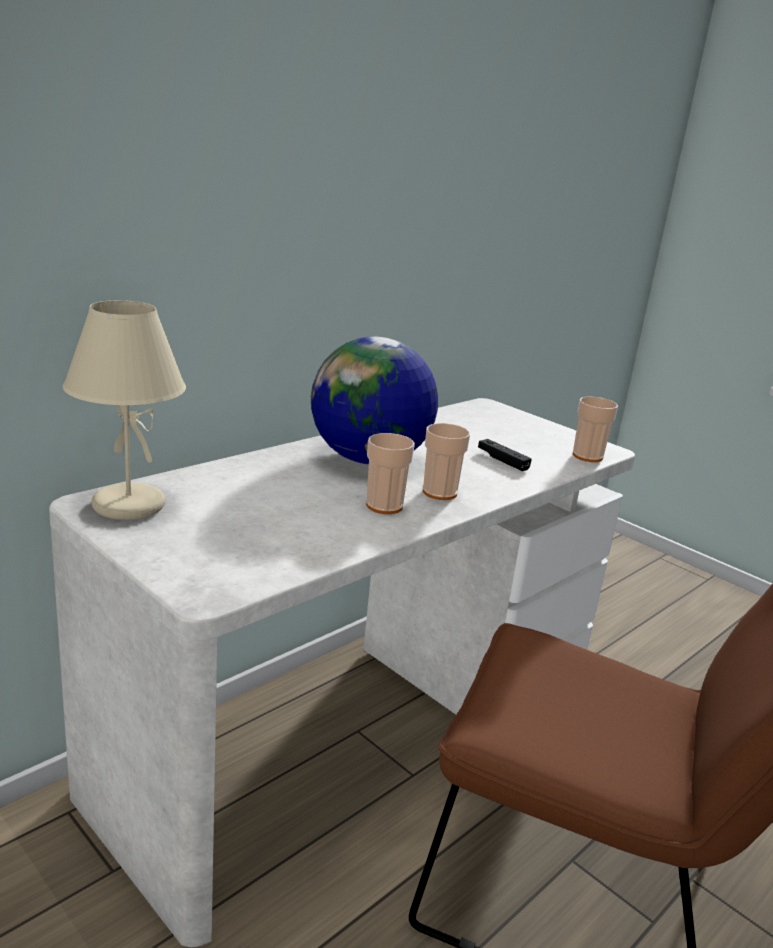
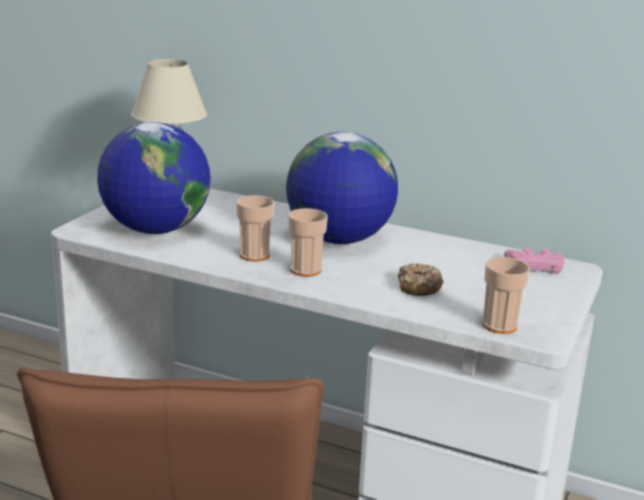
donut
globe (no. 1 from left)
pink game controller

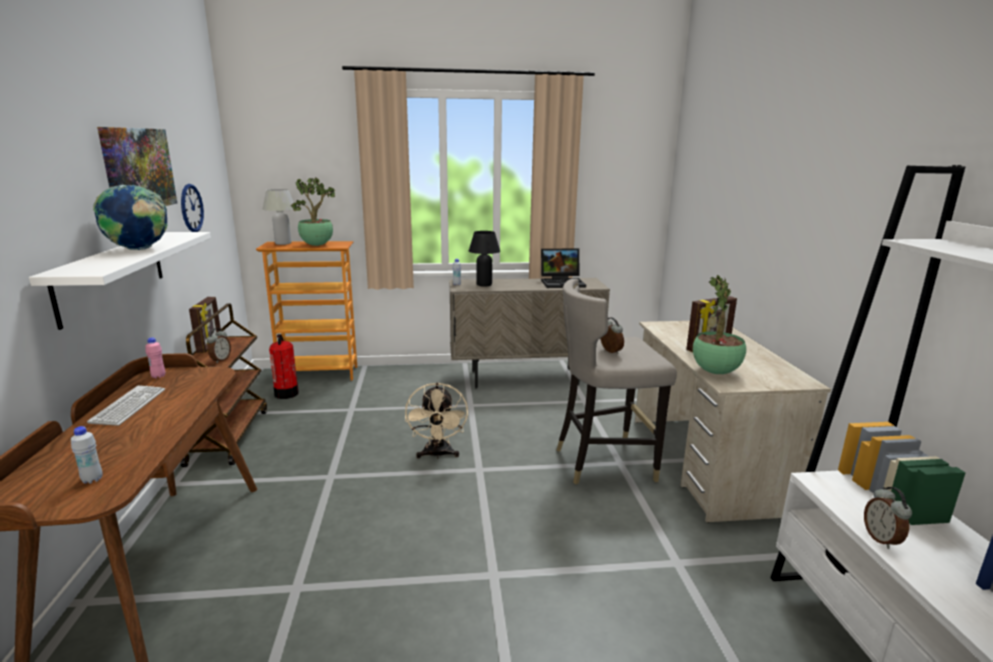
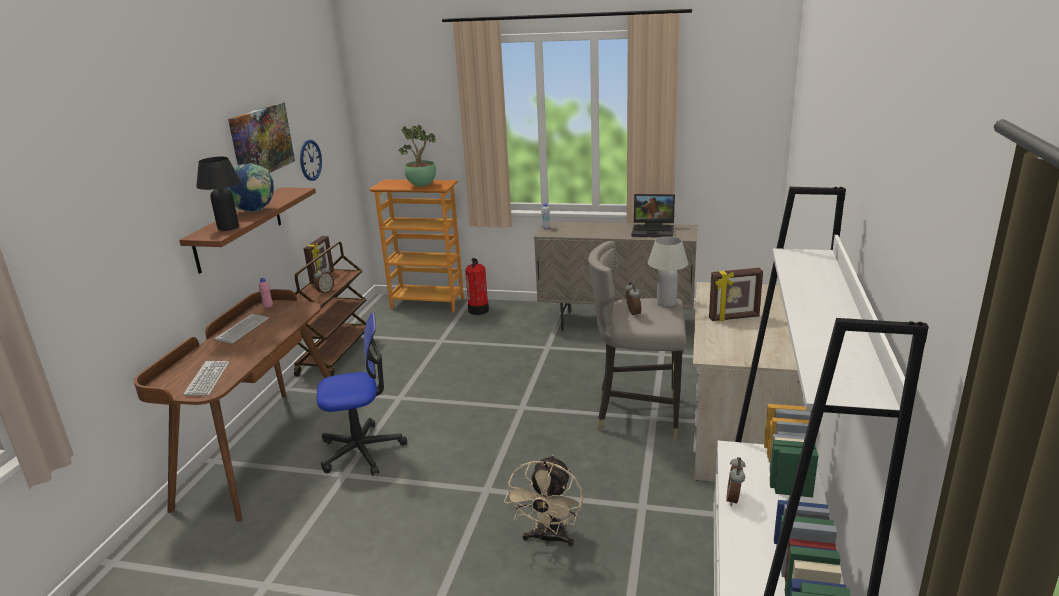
brown shelf
keyboard (no. 1 from left)
white table lamp
fire extinguisher
beige fan
black table lamp
potted plant (no. 2 from left in the first image)
office chair

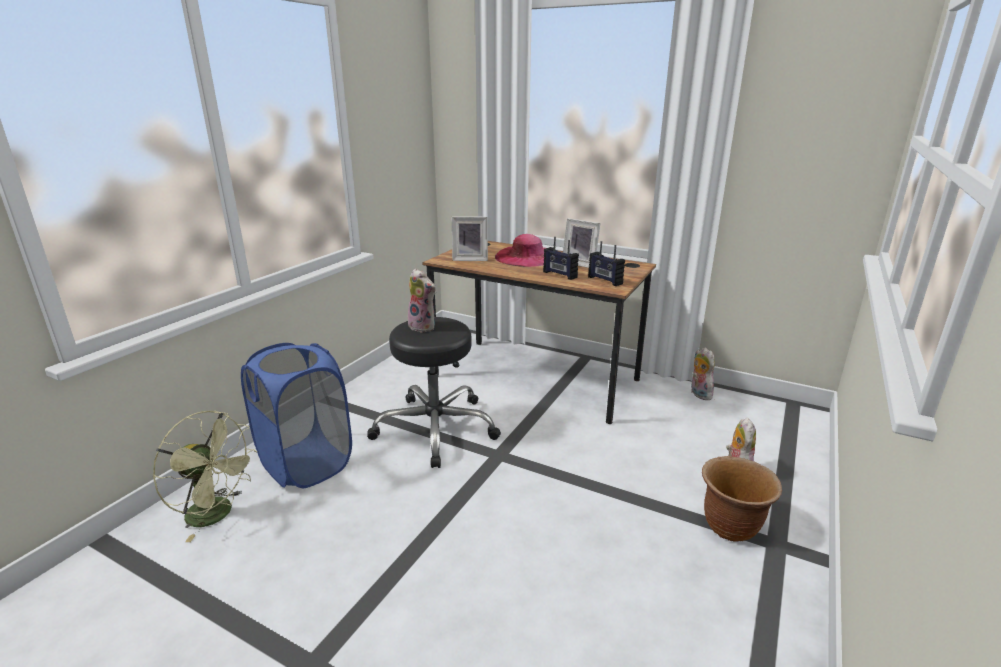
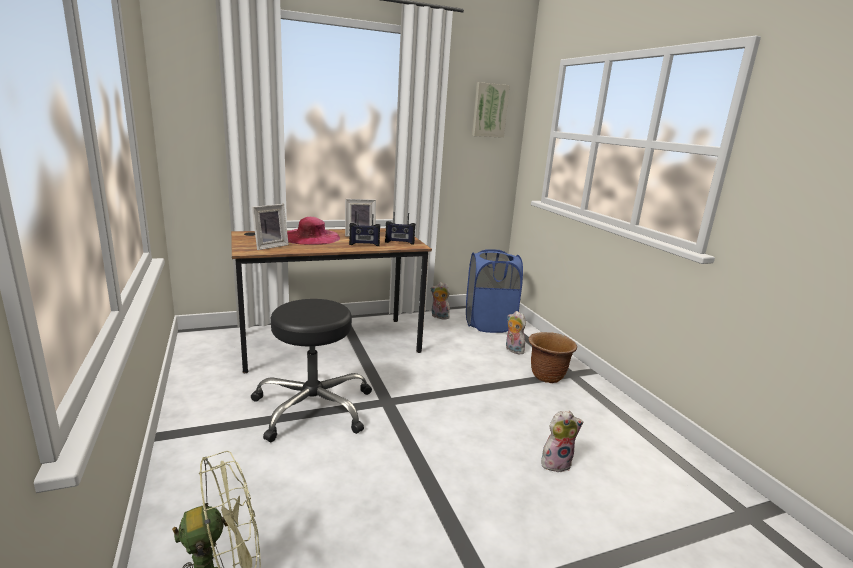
blue laundry basket
plush toy (no. 3 from left)
picture

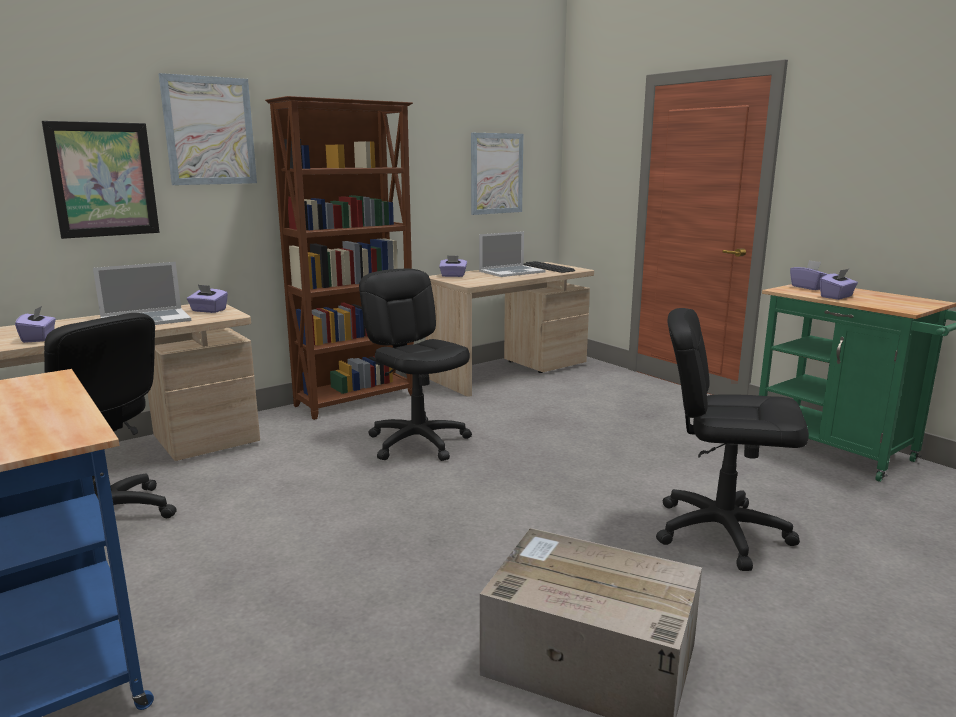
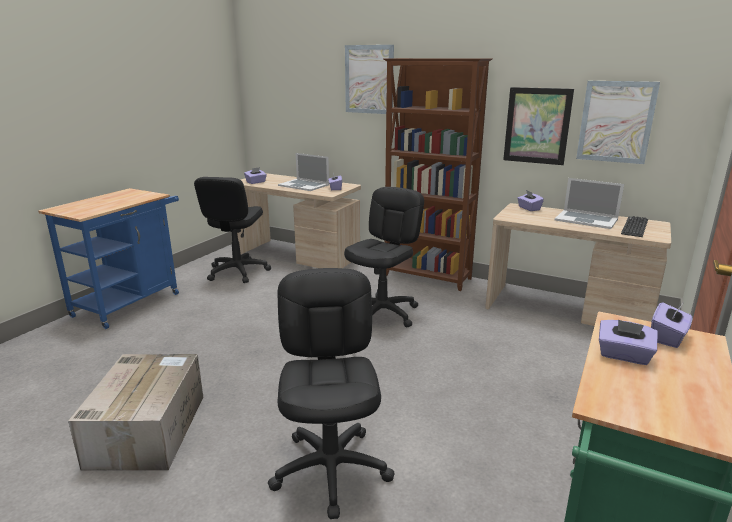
picture (no. 2 from left)

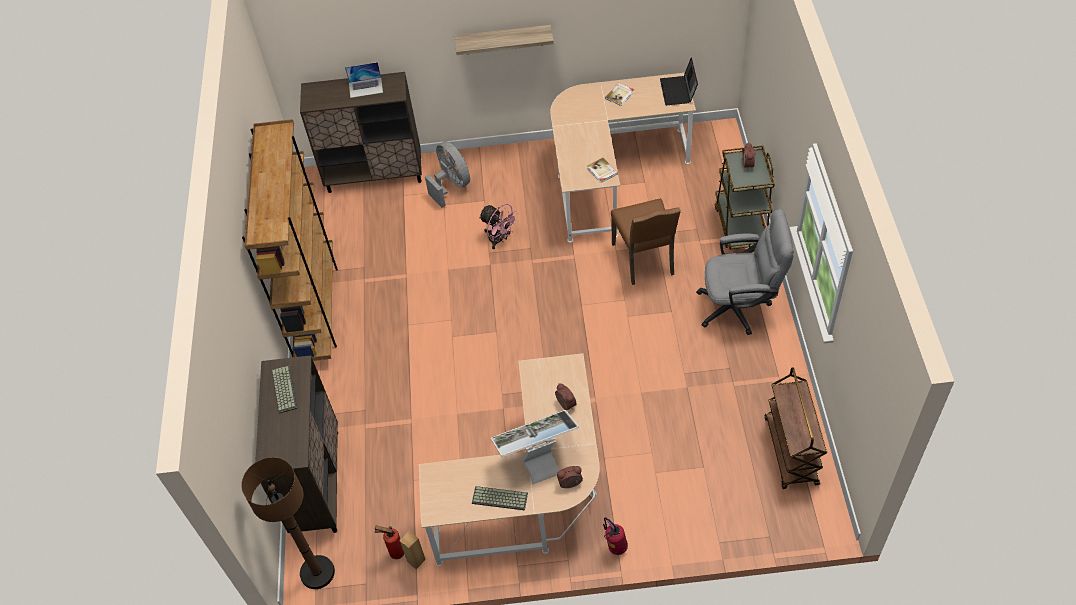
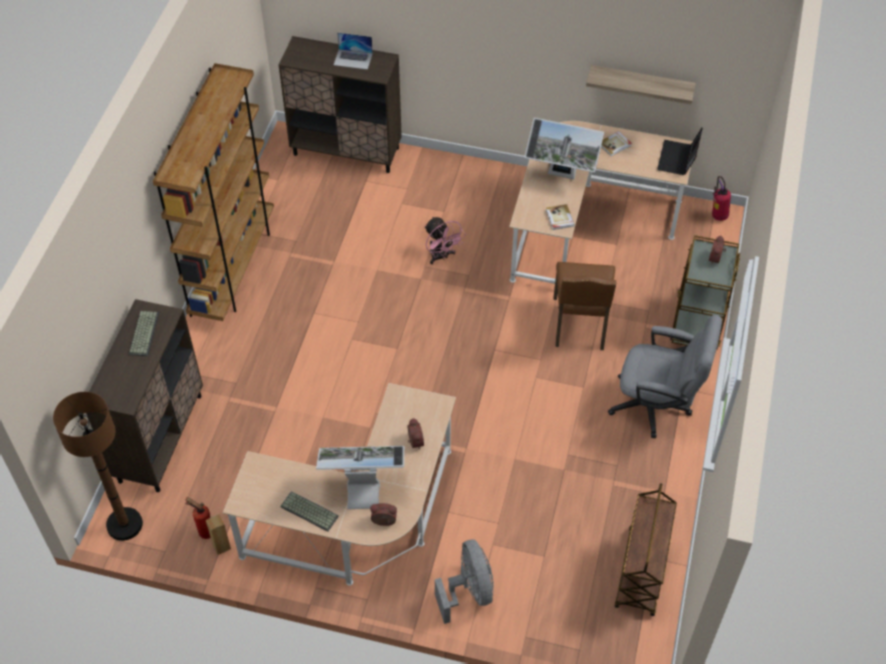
grey fan
shelf
fire extinguisher (no. 2 from left)
monitor (no. 2 from left)

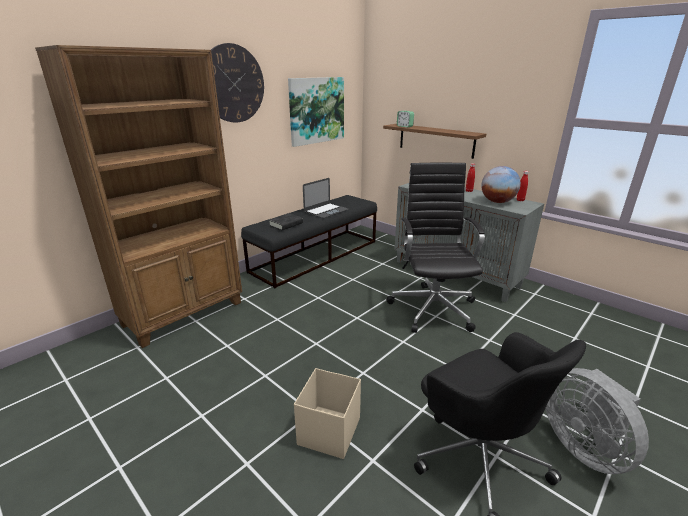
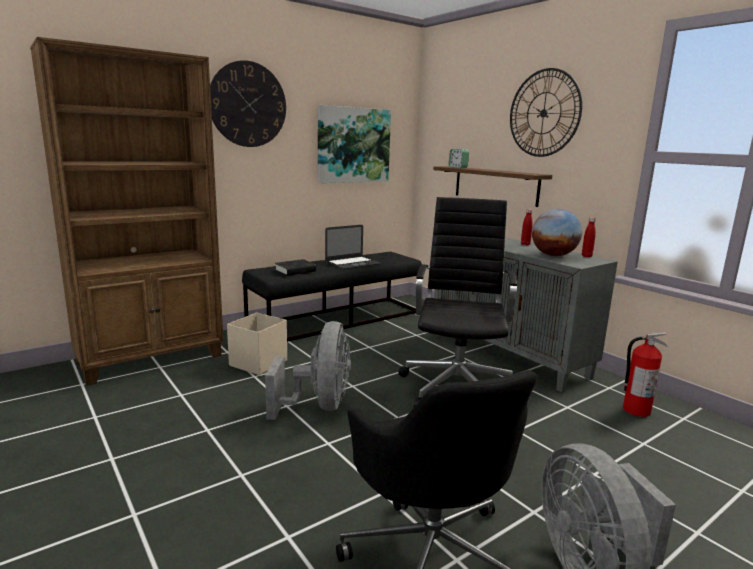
beige storage box
grey fan (no. 1 from left)
wall clock (no. 2 from left)
fire extinguisher

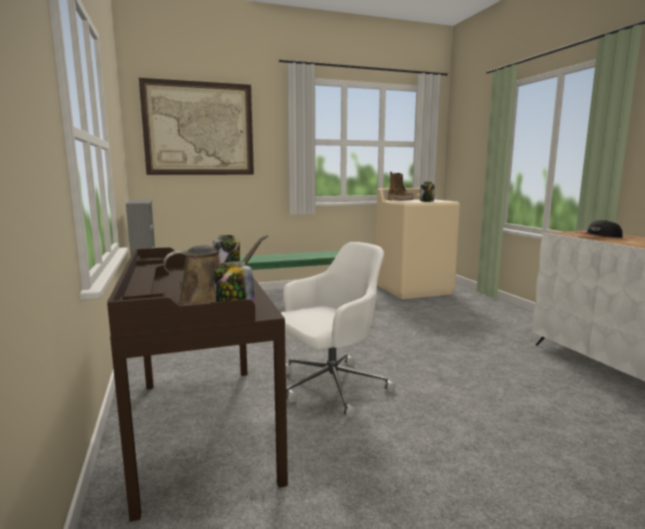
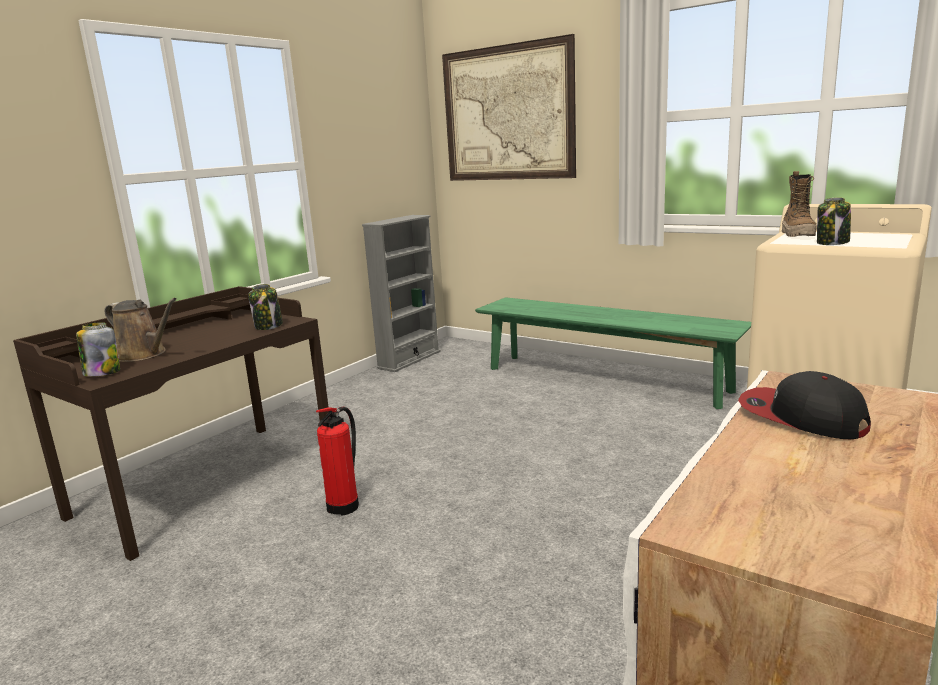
fire extinguisher

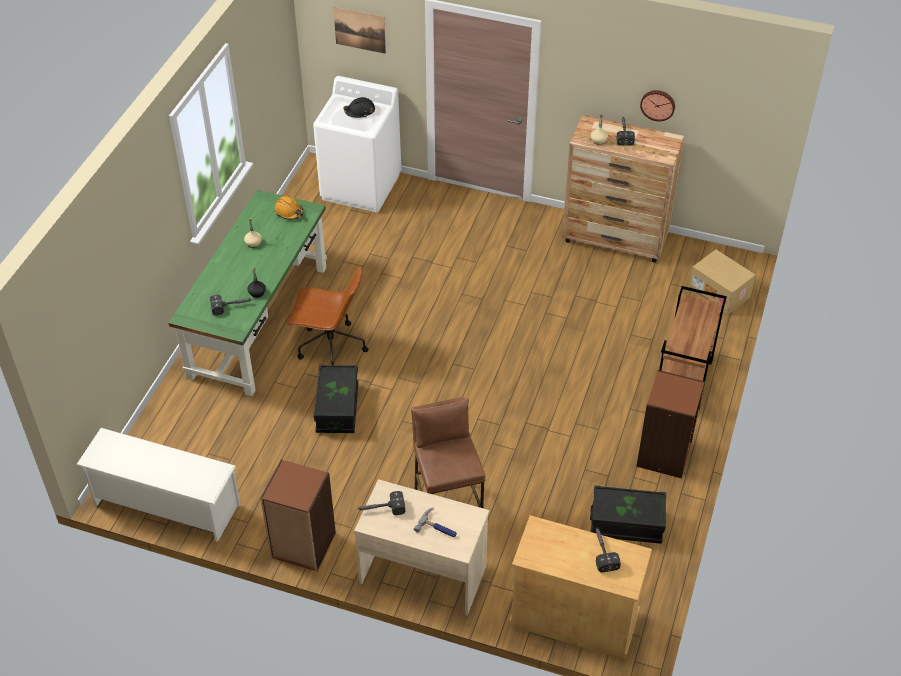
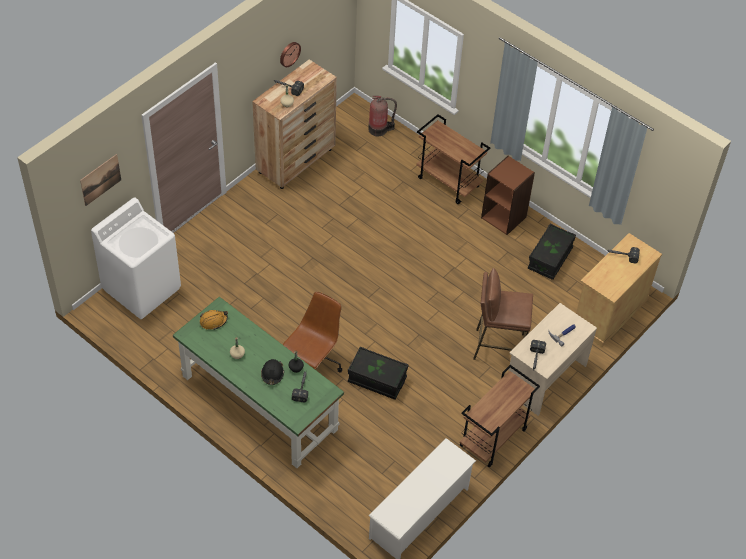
brown cart (no. 2 from left)
black hard hat
fire extinguisher

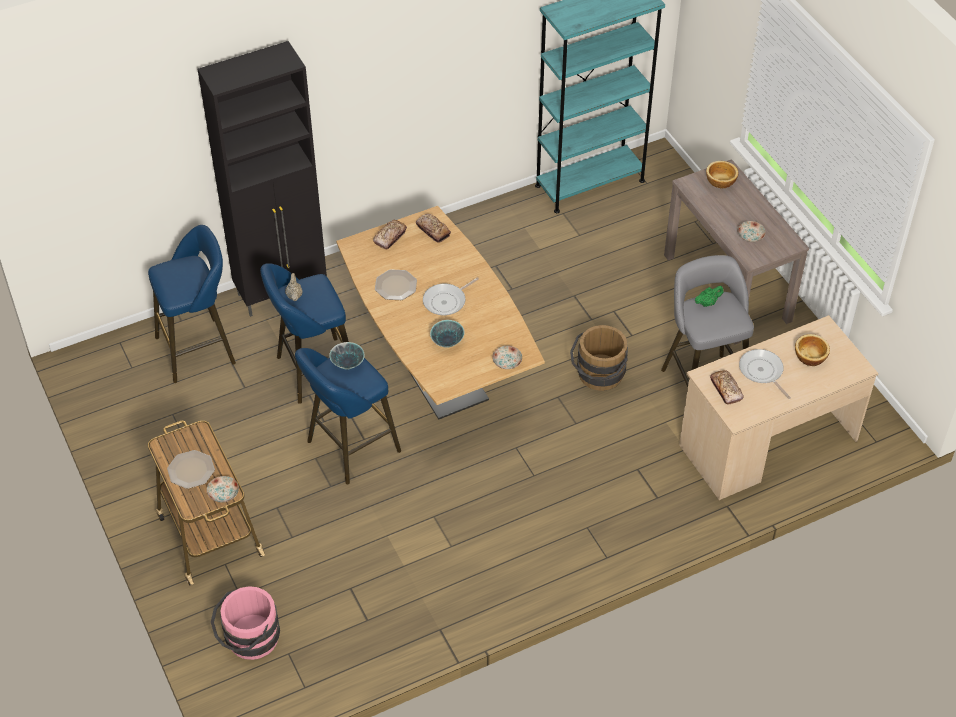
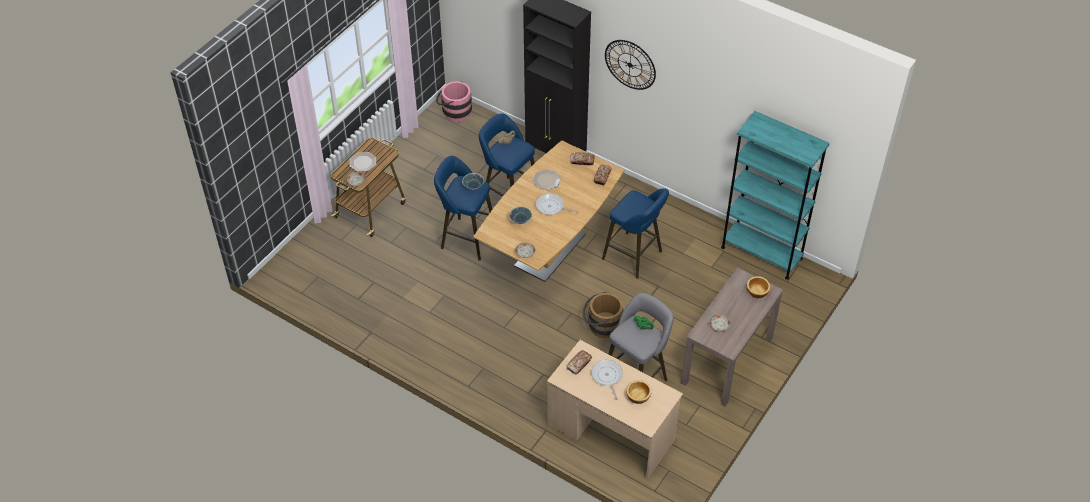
blue stool (no. 3 from left)
pink bucket
frying pan (no. 2 from left)
wall clock

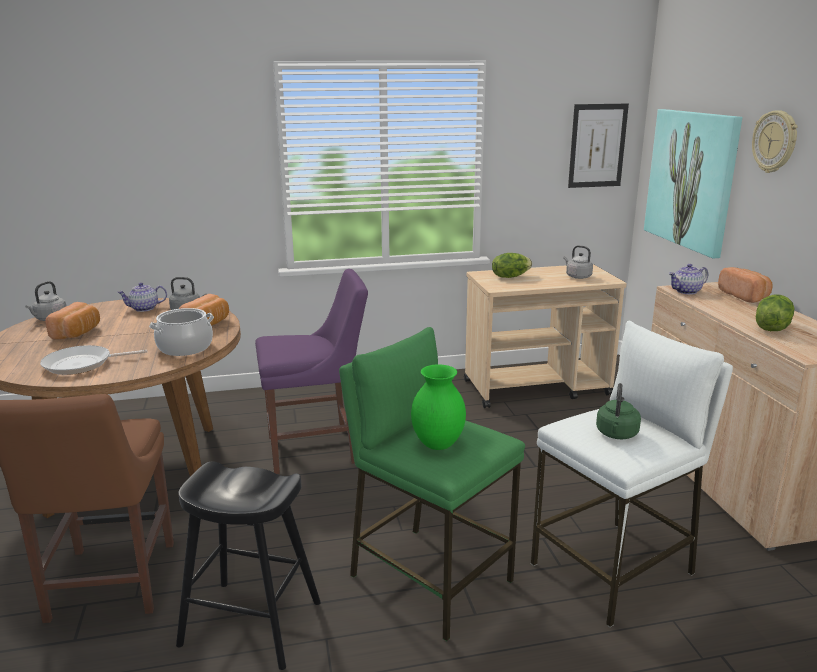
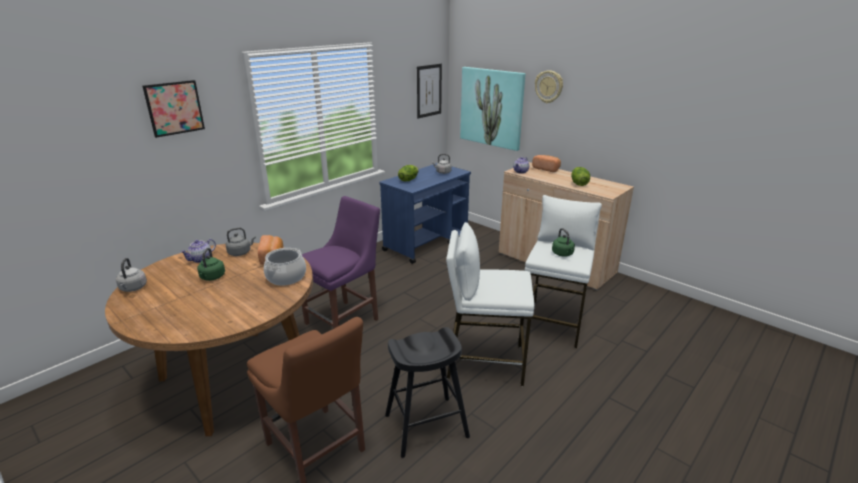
frying pan
bread (no. 1 from left in the first image)
white stool (no. 1 from left)
green vase
blue cart
picture (no. 1 from left)
green kettle (no. 1 from left)

